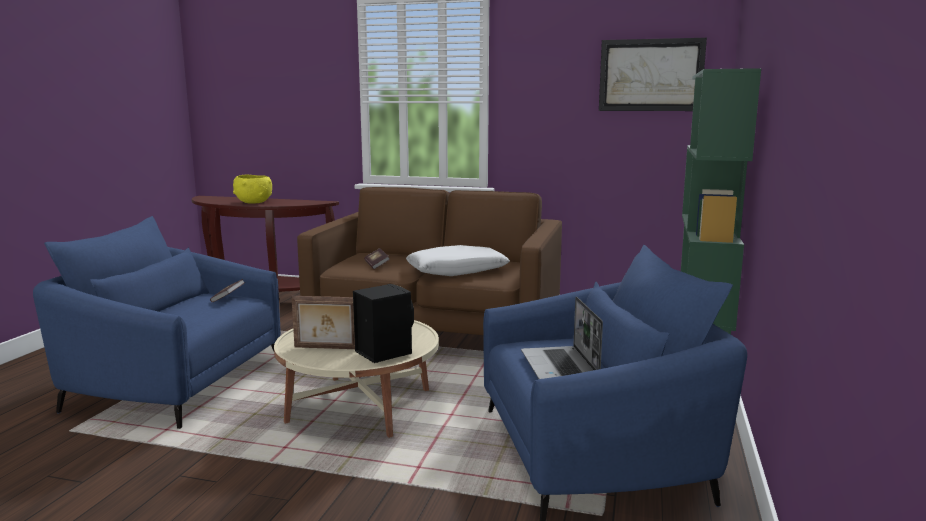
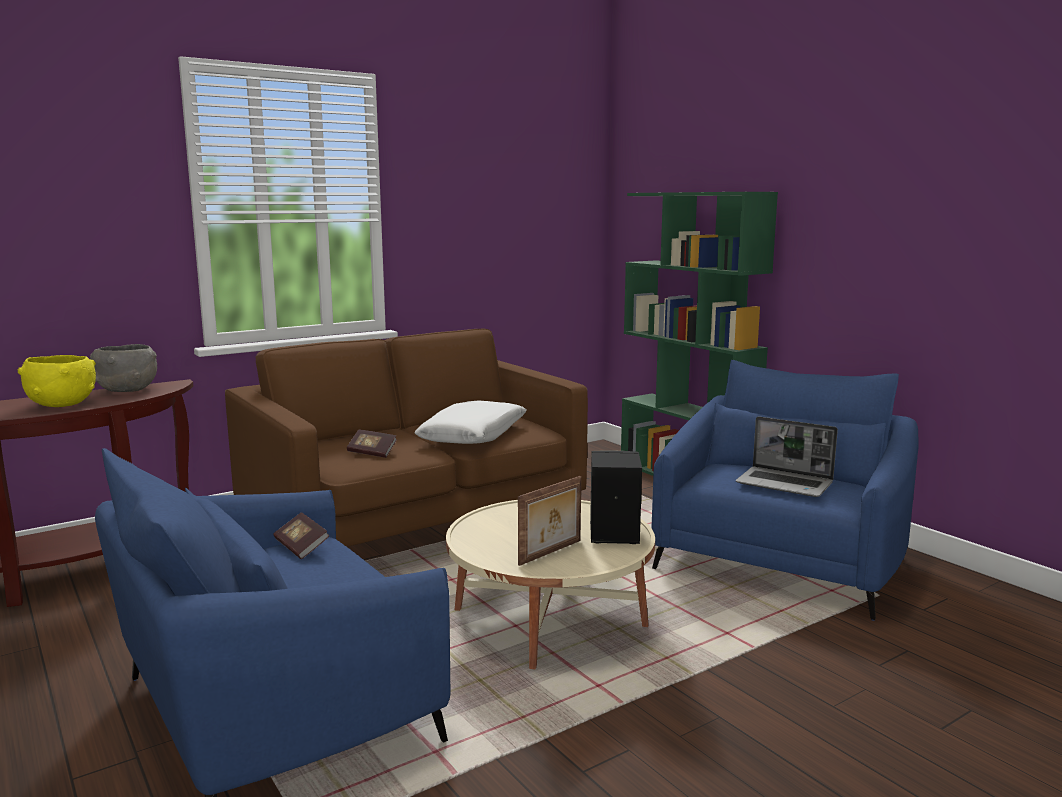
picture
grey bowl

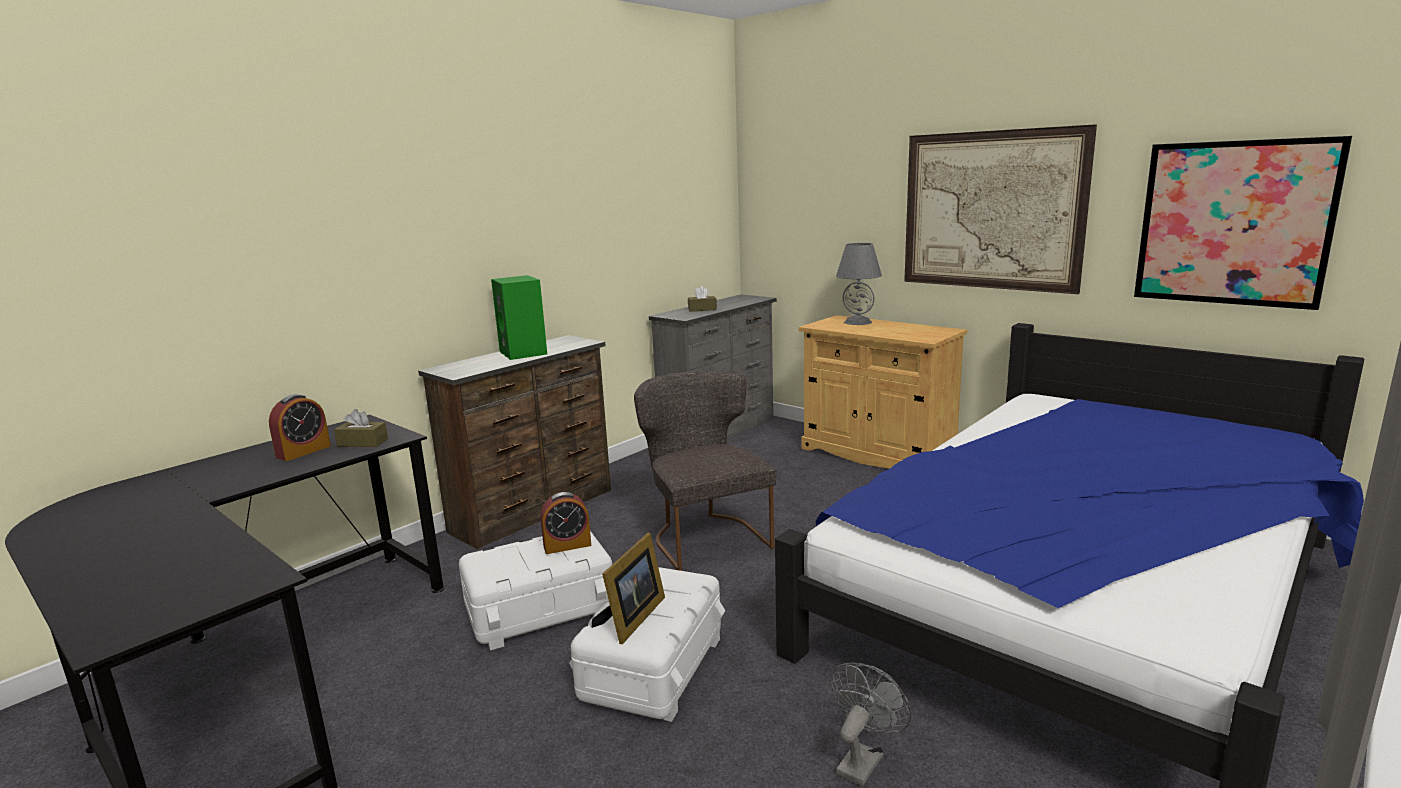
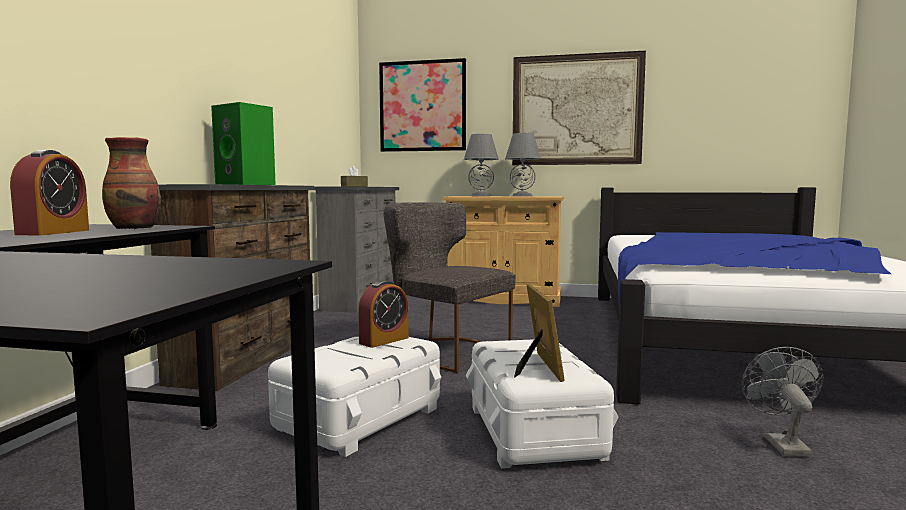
vase
picture (no. 1 from left)
grey table lamp (no. 2 from left)

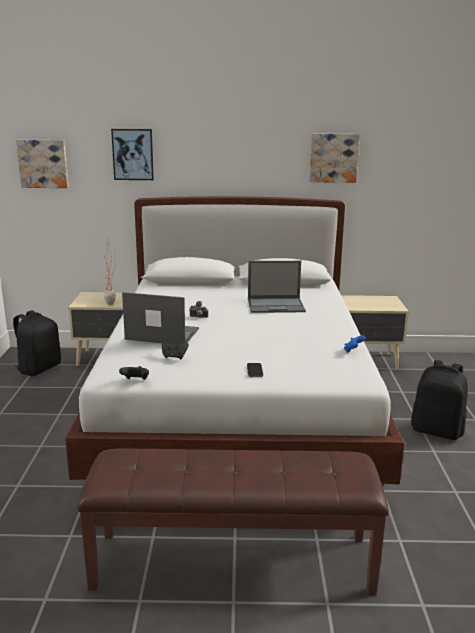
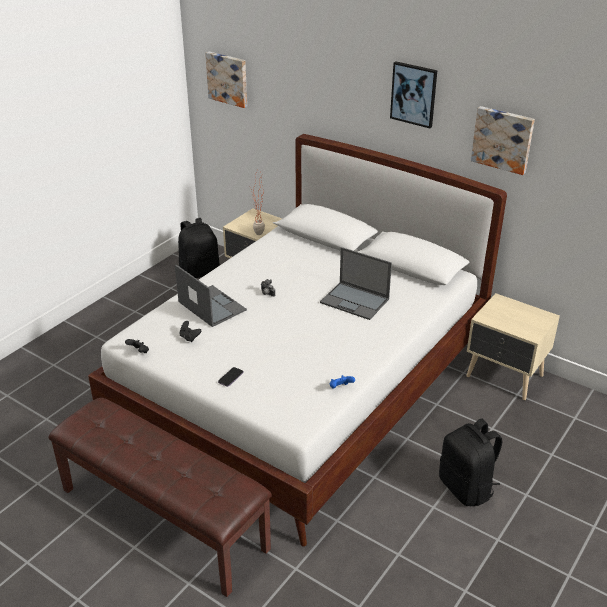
picture (no. 2 from left)

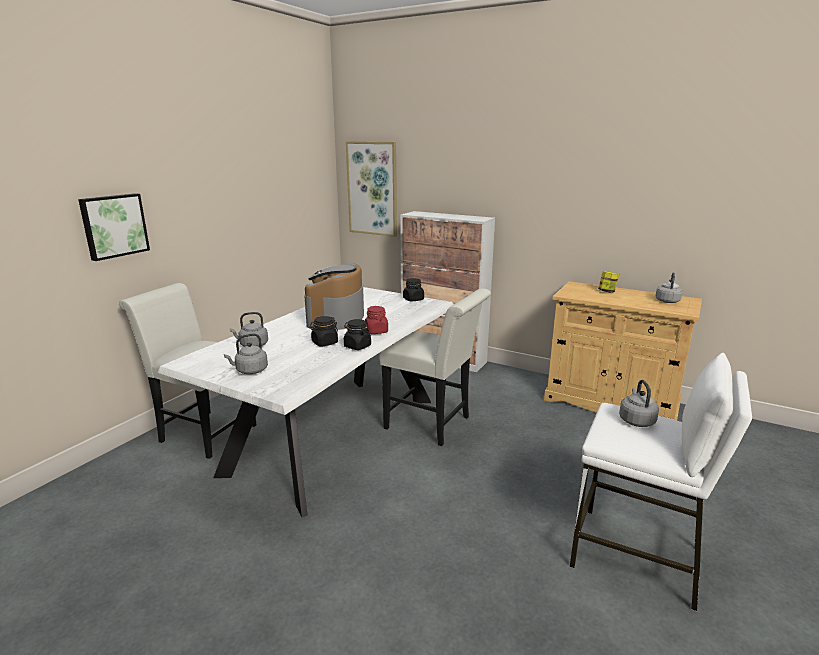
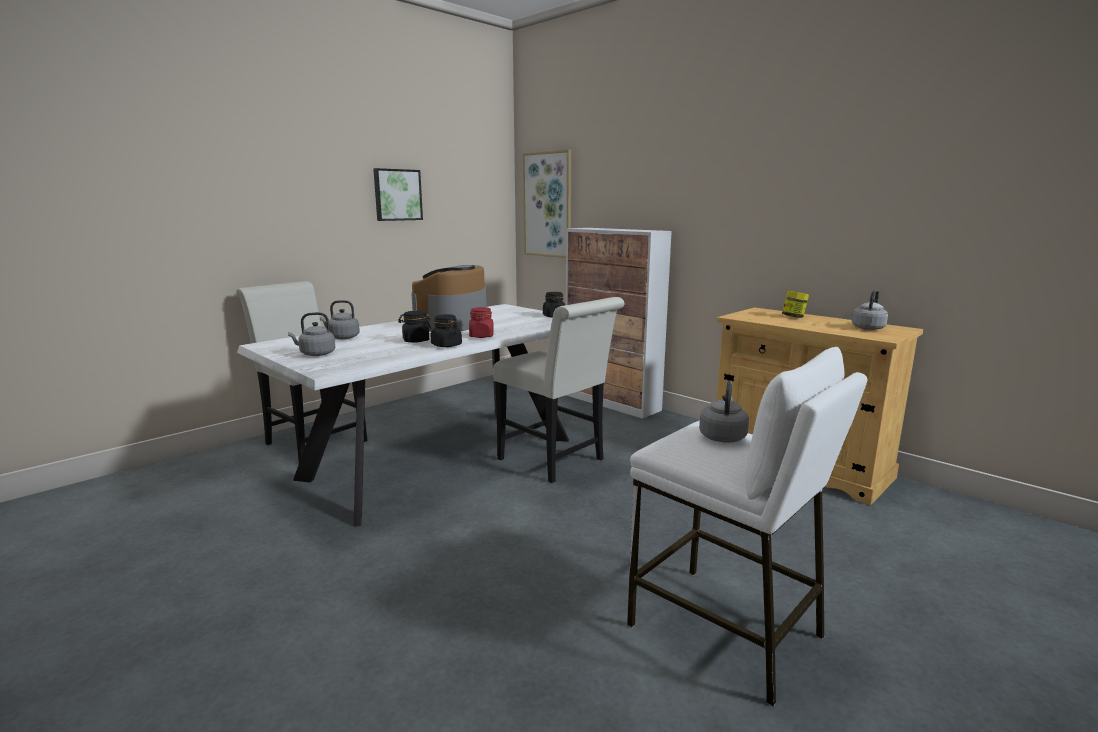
picture (no. 1 from left)

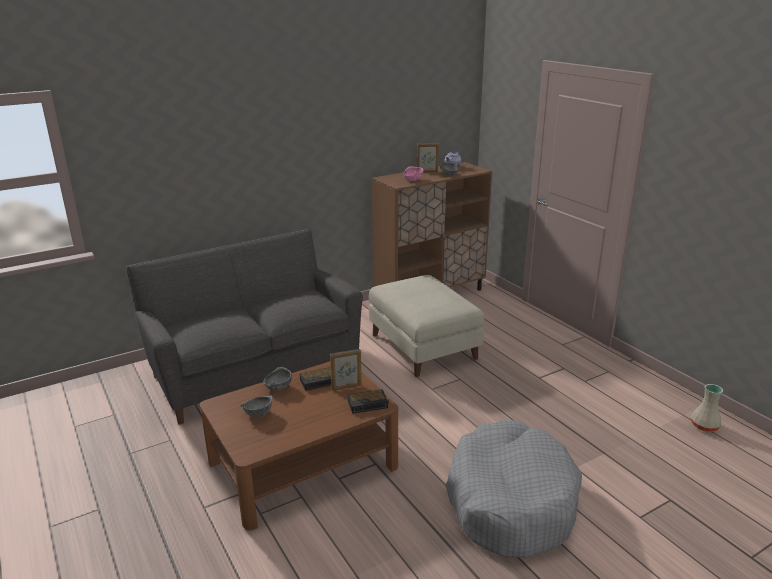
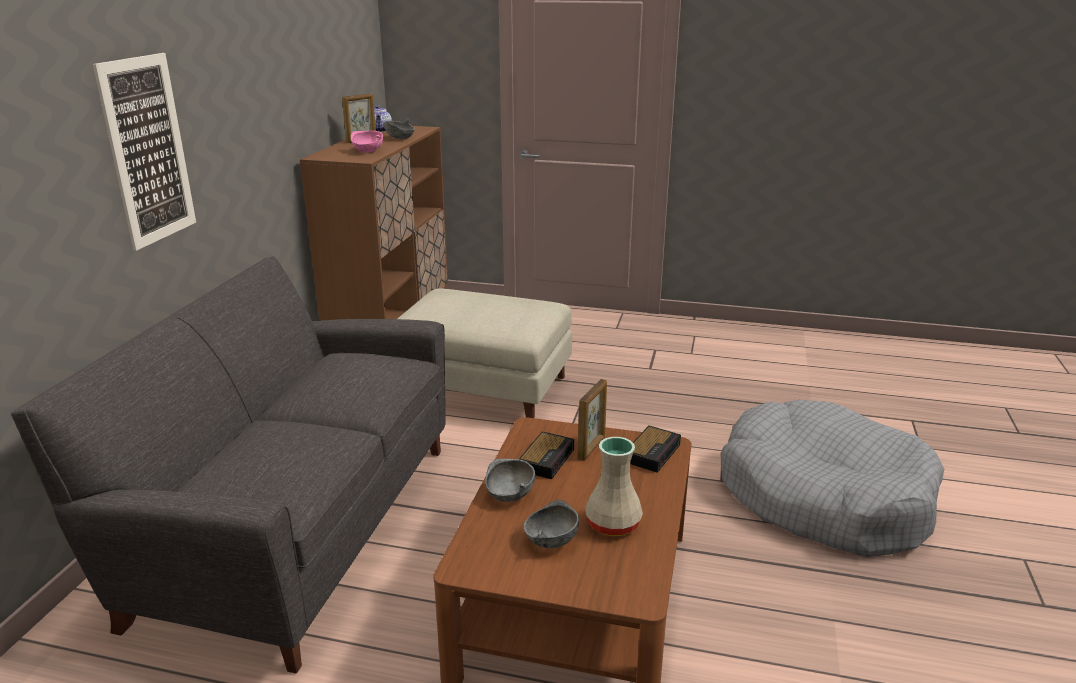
beige vase
picture

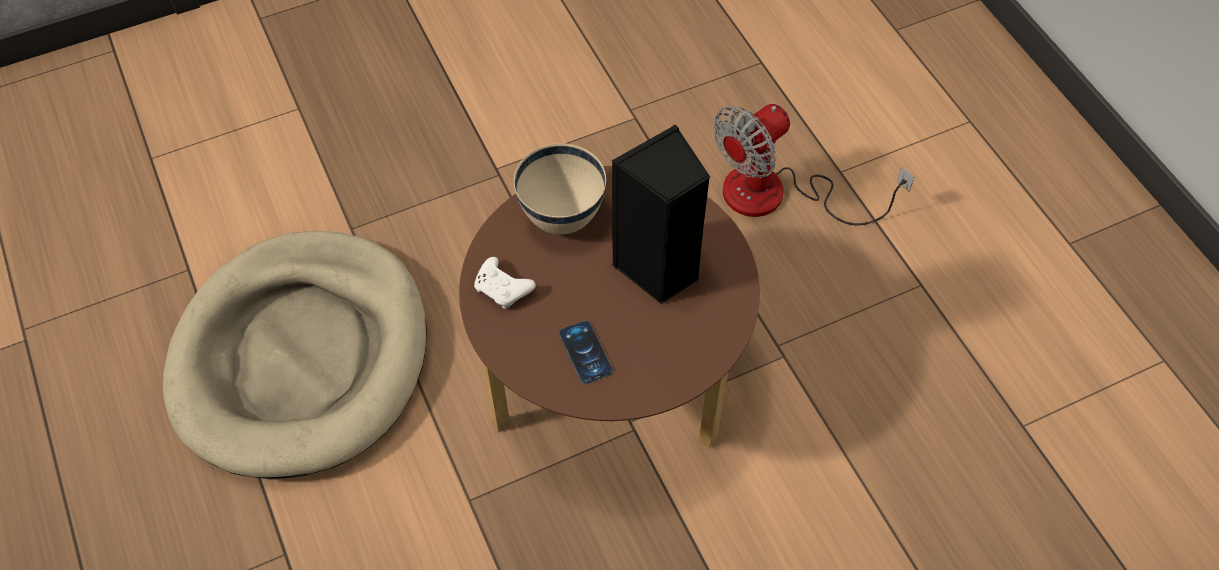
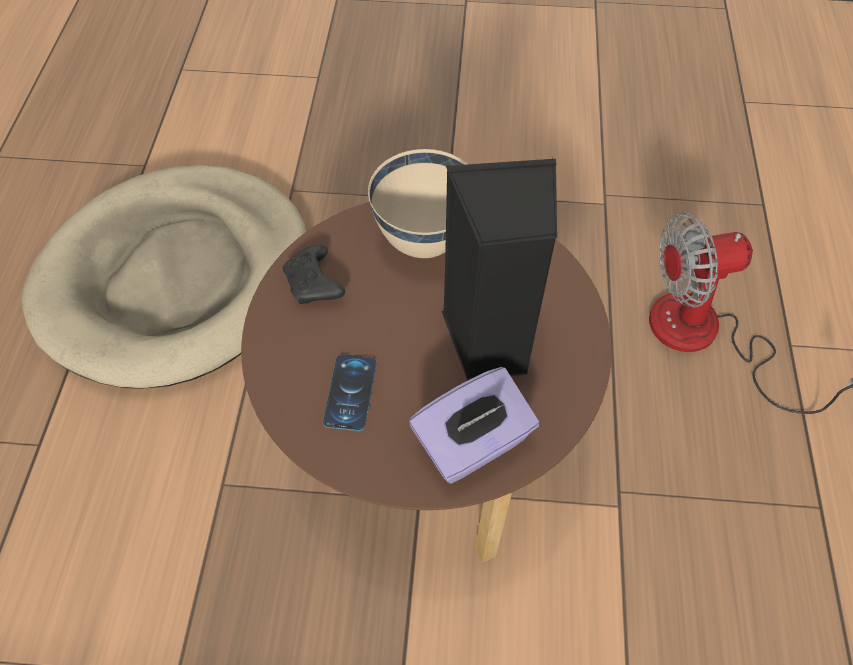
black game controller
purple tissue box

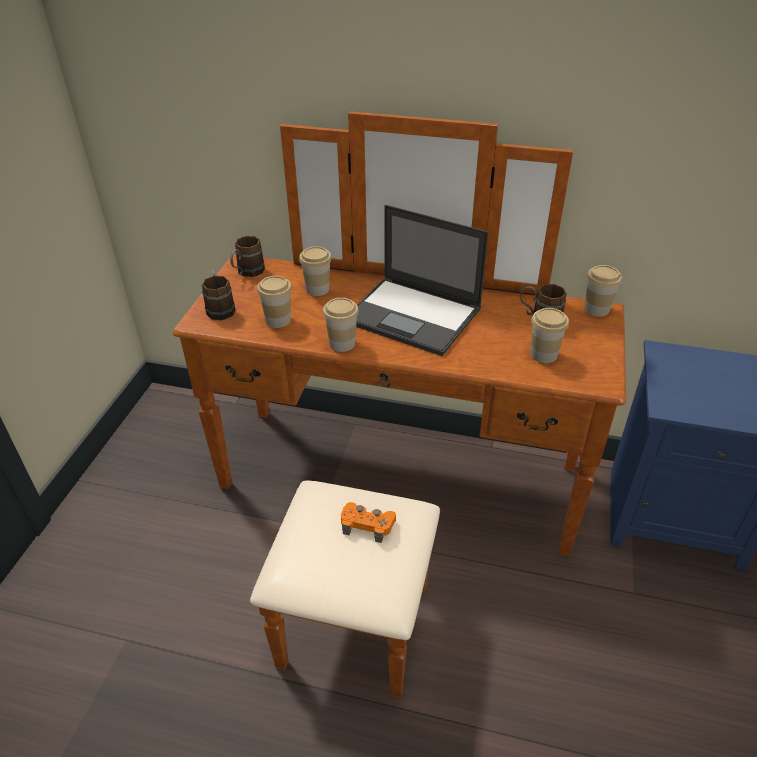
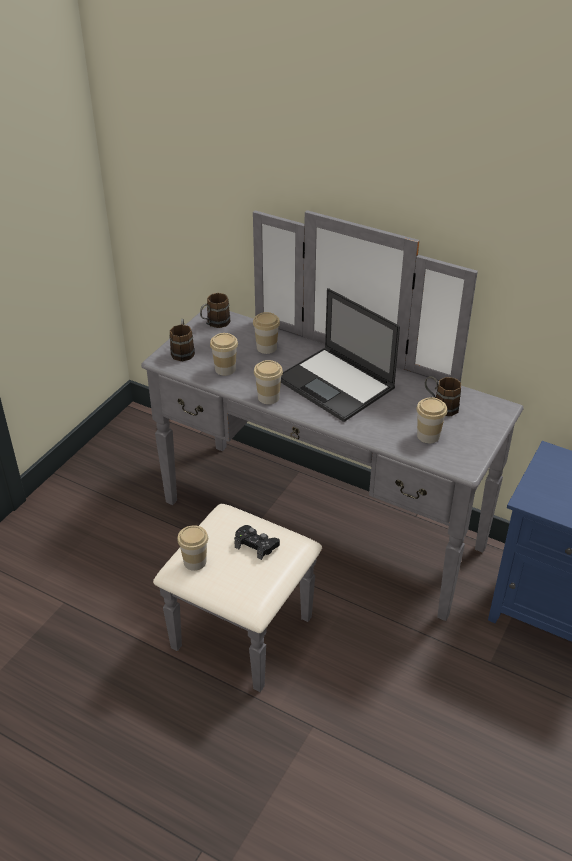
grey dresser
black game controller
cup (no. 1 from left)

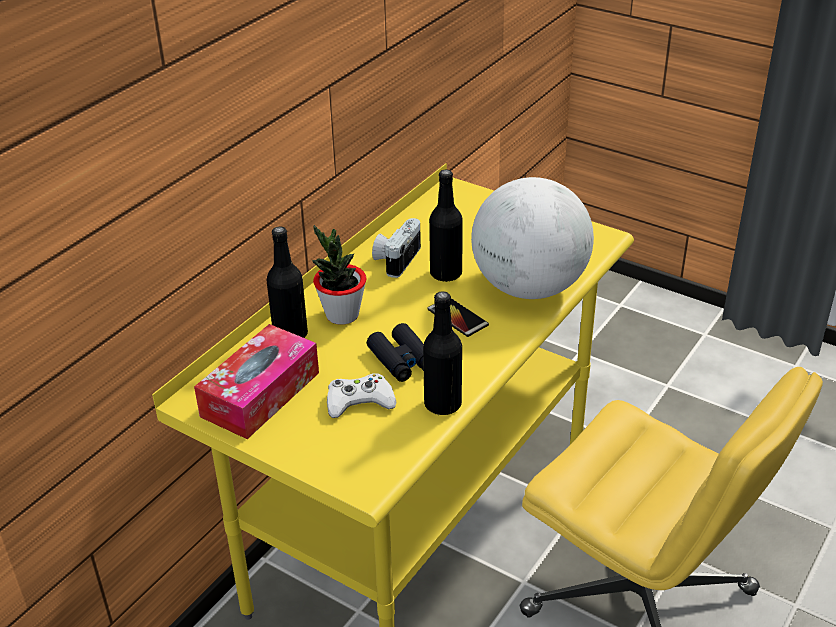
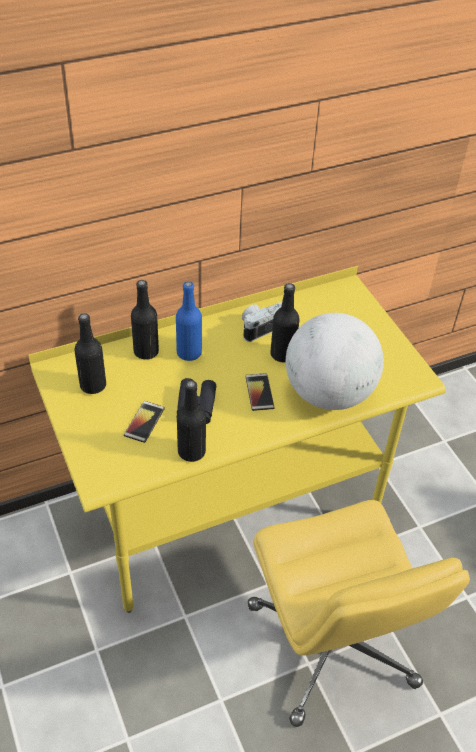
black bottle (no. 1 from left)
blue bottle
phone (no. 1 from left)

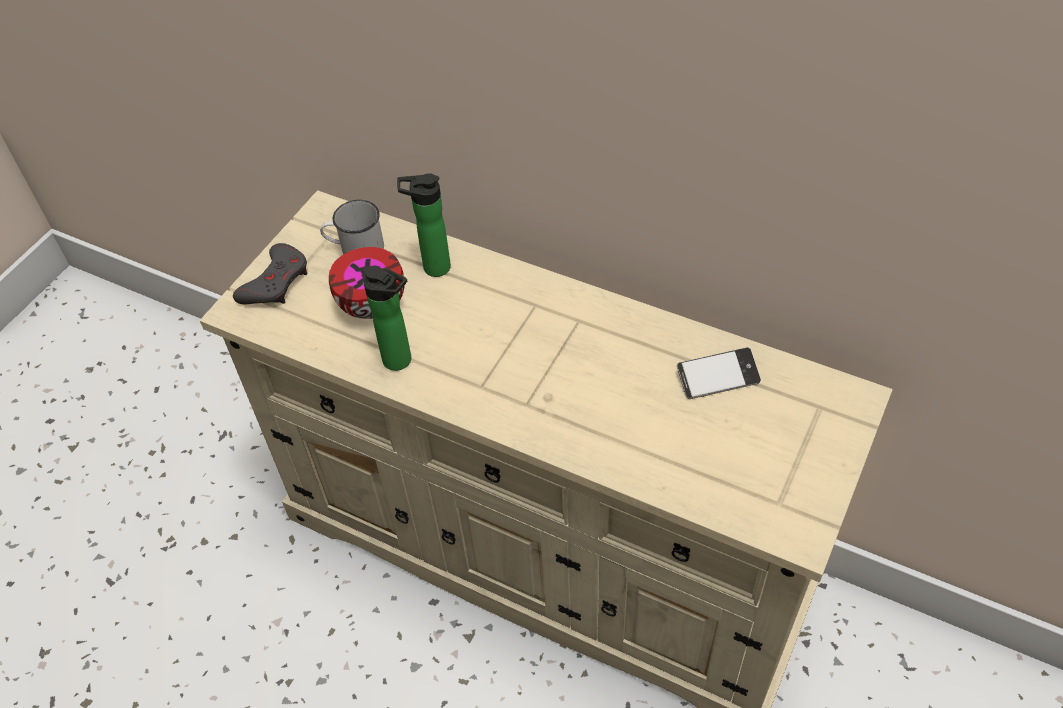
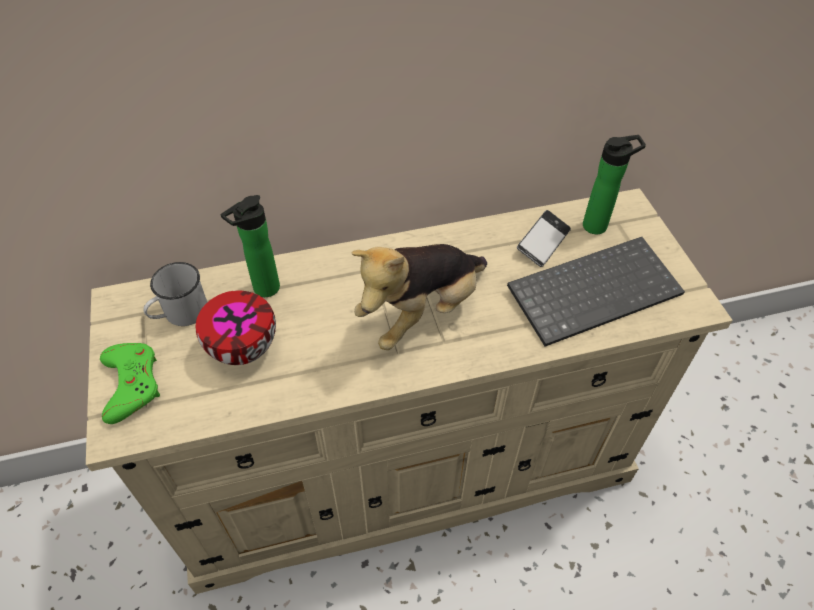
green game controller
bottle (no. 2 from left)
plush toy
keyboard

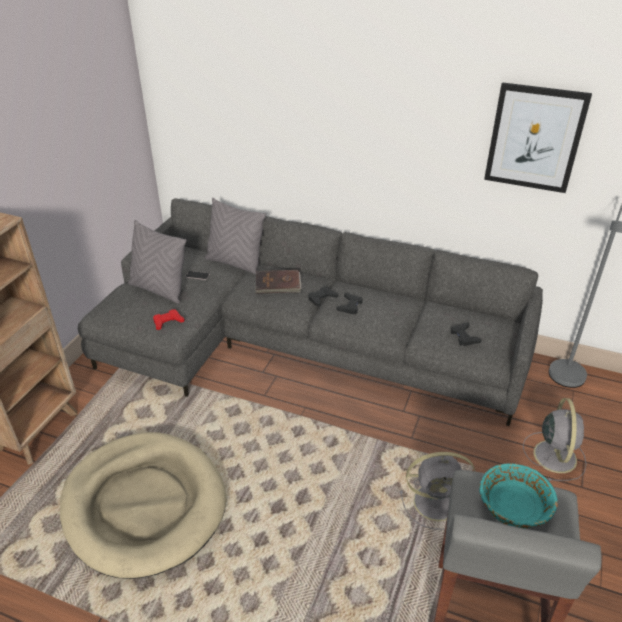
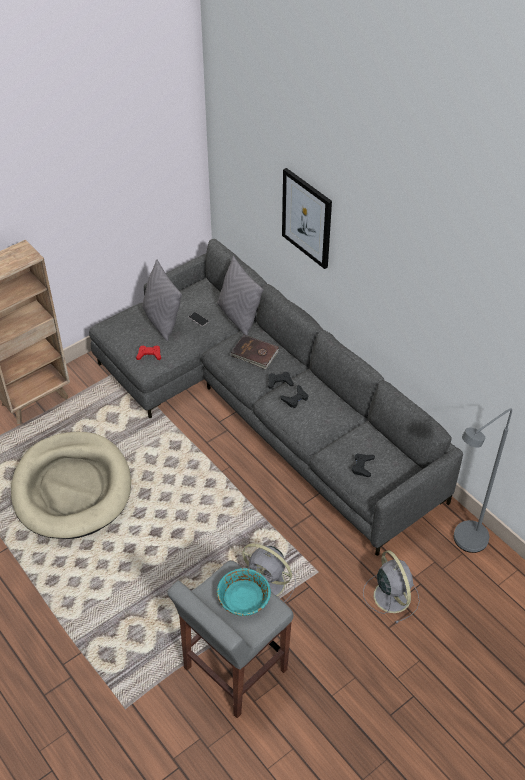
picture
grey fan (no. 2 from left)

